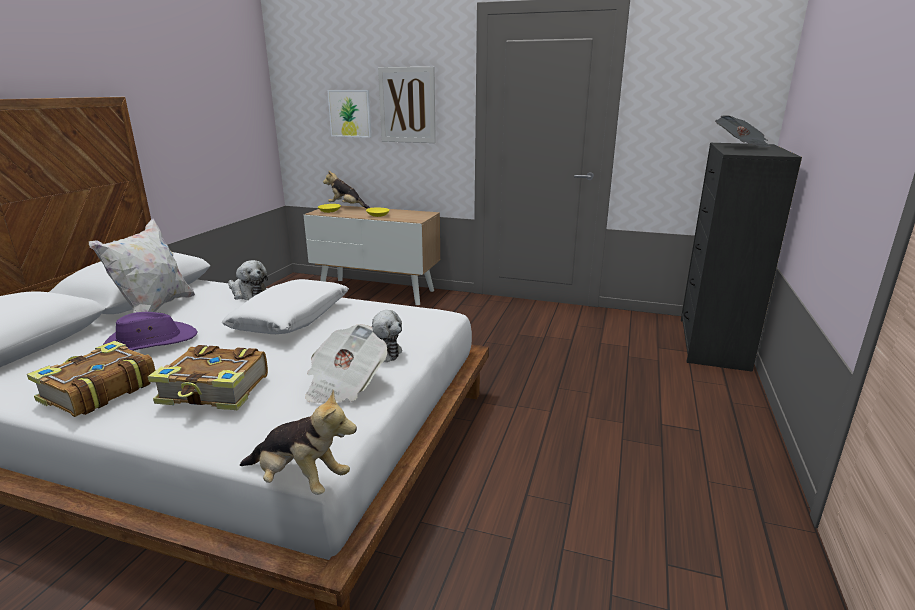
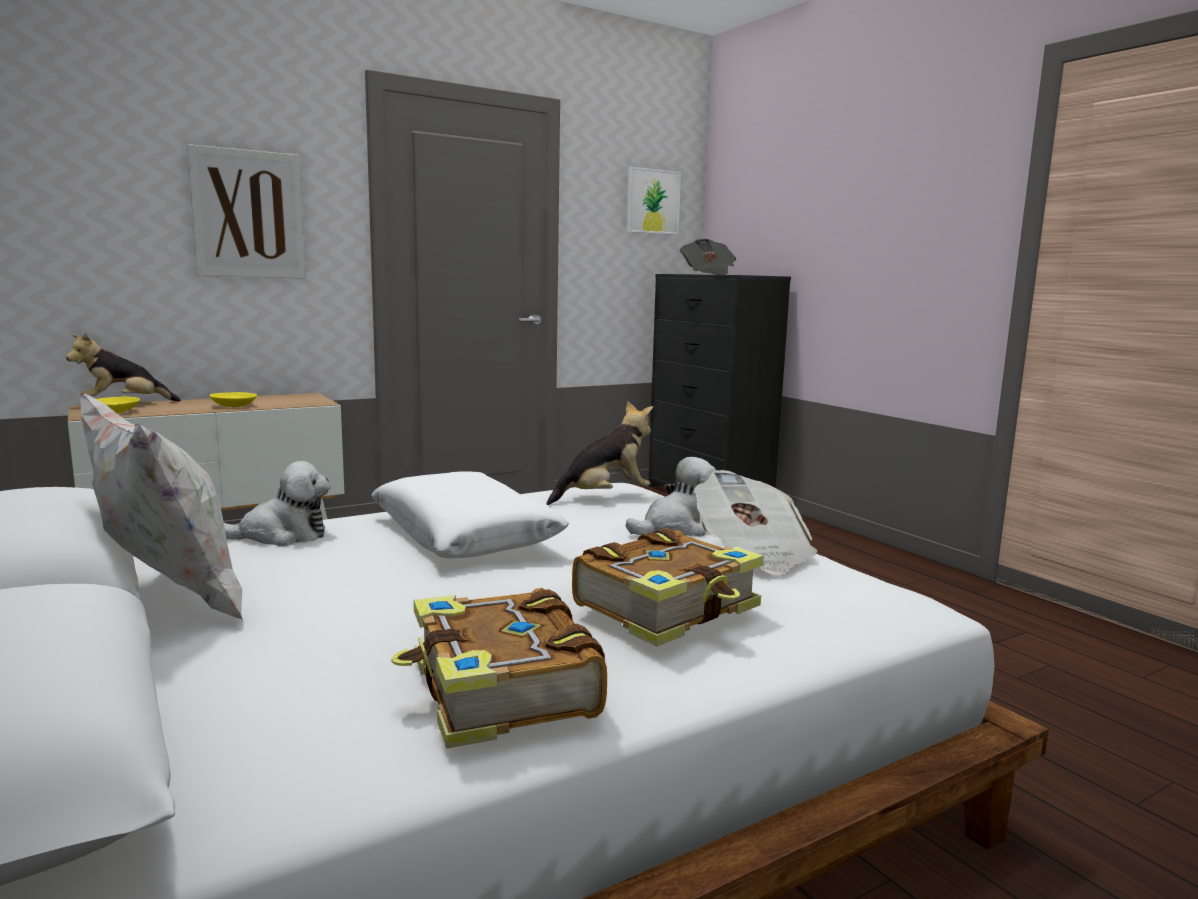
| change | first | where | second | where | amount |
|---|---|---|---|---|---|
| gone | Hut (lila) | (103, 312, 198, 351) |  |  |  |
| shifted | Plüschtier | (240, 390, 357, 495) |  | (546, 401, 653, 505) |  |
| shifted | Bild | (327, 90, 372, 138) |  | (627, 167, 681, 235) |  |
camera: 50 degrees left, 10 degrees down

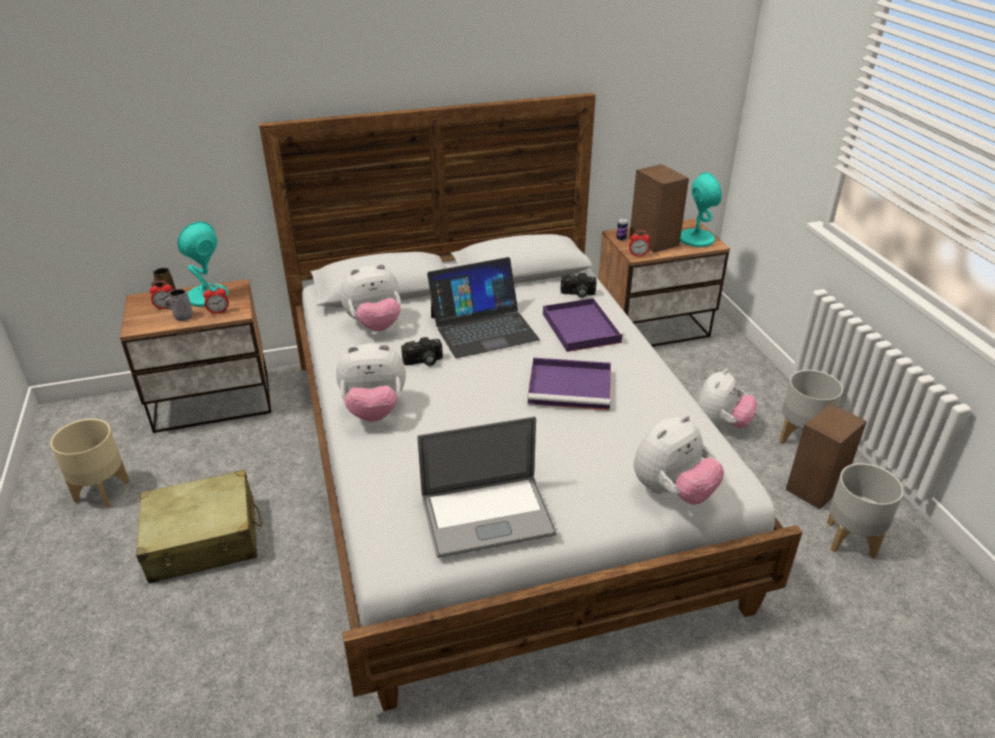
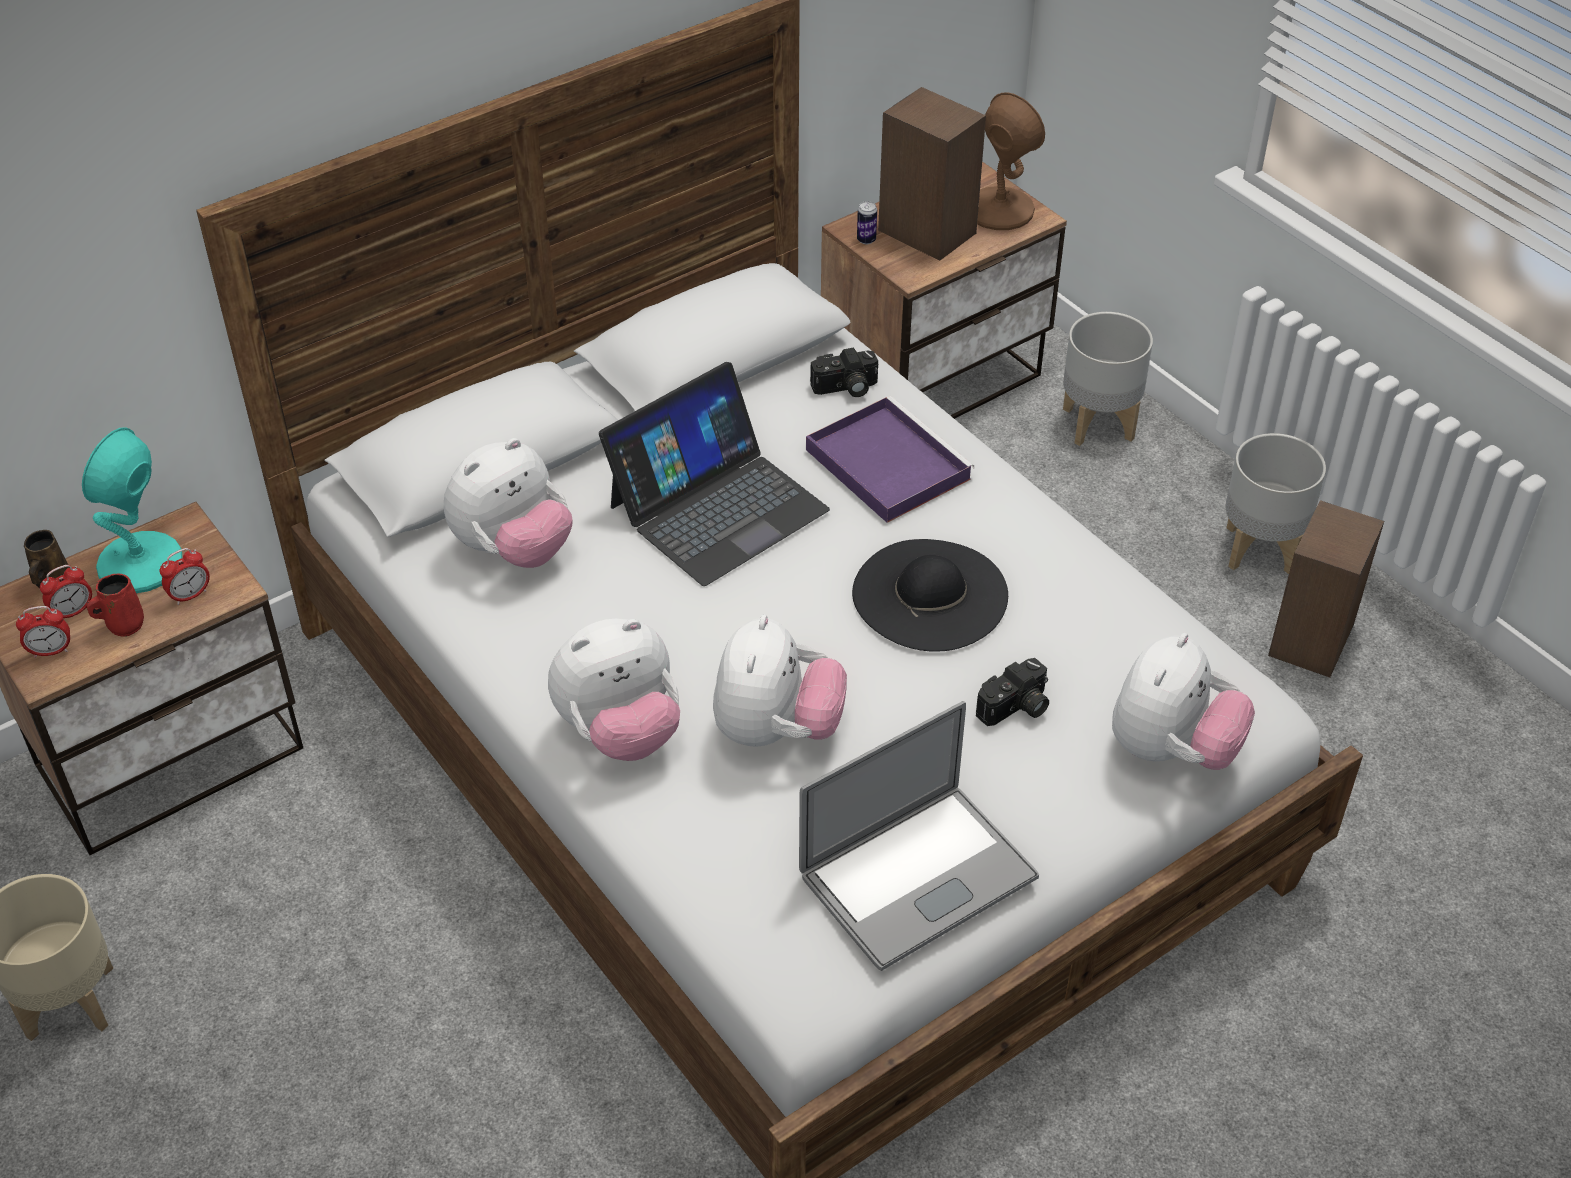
| change | first | where | second | where | amount |
|---|---|---|---|---|---|
| gone | Koffer (beige) | (136, 470, 262, 583) |  |  |  |
| repainted | Henkelbecher (grau) | (164, 289, 193, 321) | Henkelbecher (rot) | (86, 573, 144, 637) |  |
| shifted | Kamera | (401, 337, 443, 366) |  | (976, 658, 1049, 726) |  |
| swapped | Tablett (lila) | (528, 357, 611, 410) | Hut (schwarz) | (852, 539, 1008, 652) |  |
| shifted | Wecker | (629, 231, 650, 256) |  | (16, 606, 70, 658) |  |
| repainted | Tischlampe (türkis) | (680, 172, 722, 247) | Tischlampe (braun) | (977, 92, 1045, 230) |  |
| shifted | Plüschtier | (697, 369, 757, 429) |  | (713, 614, 847, 747) |  |
| shifted | Pflanzkübel (grau) | (827, 463, 904, 559) |  | (1063, 312, 1153, 446) |  |
camera: 20 degrees left, 10 degrees up

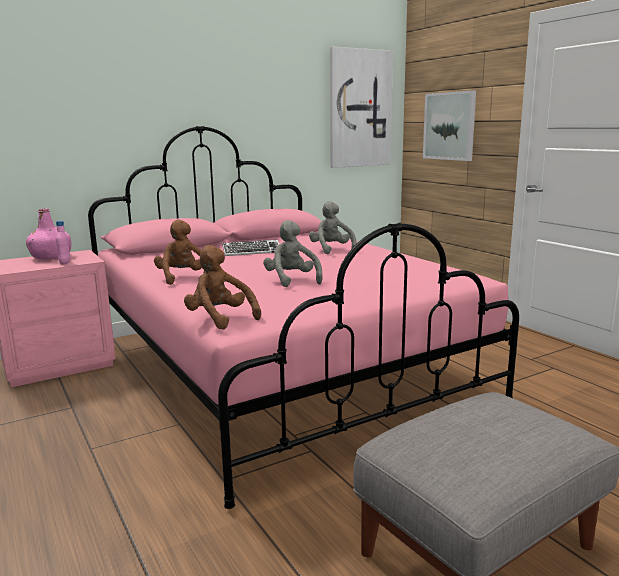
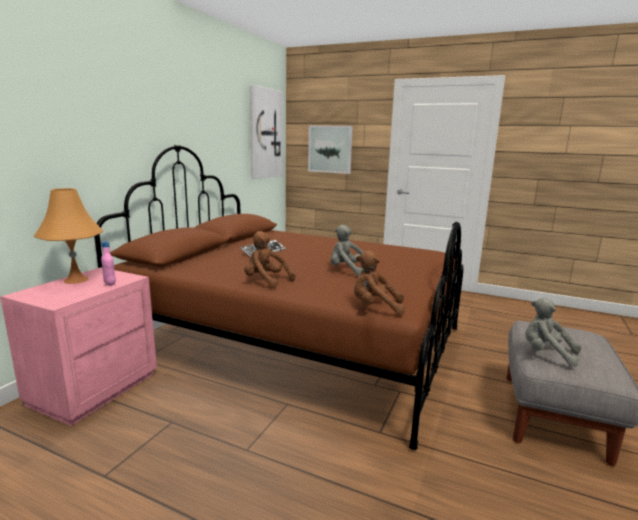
| change | first | where | second | where | amount |
|---|---|---|---|---|---|
| swapped | Flasche (rosa) | (26, 208, 72, 260) | Tischlampe (orange) | (34, 188, 103, 284) |  |
| repainted | Bett (rosa) | (88, 126, 519, 509) | Bett (braun) | (94, 145, 464, 450) |  |
| shifted | Plüschtier (grau) | (309, 201, 357, 254) |  | (525, 298, 581, 367) |  |
camera: 35 degrees left, 0 degrees up

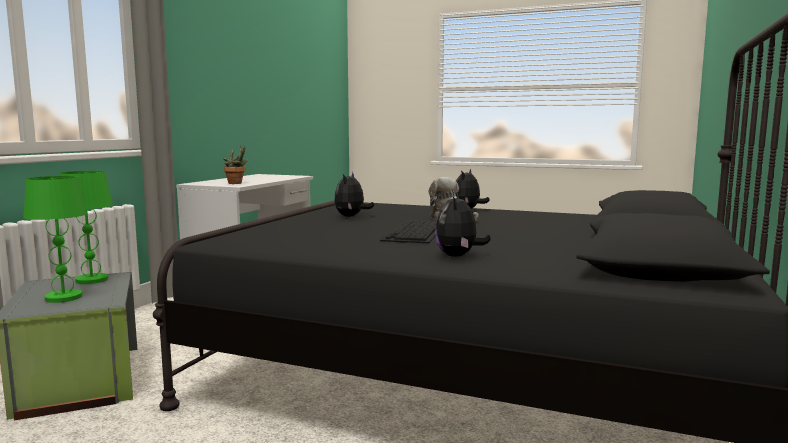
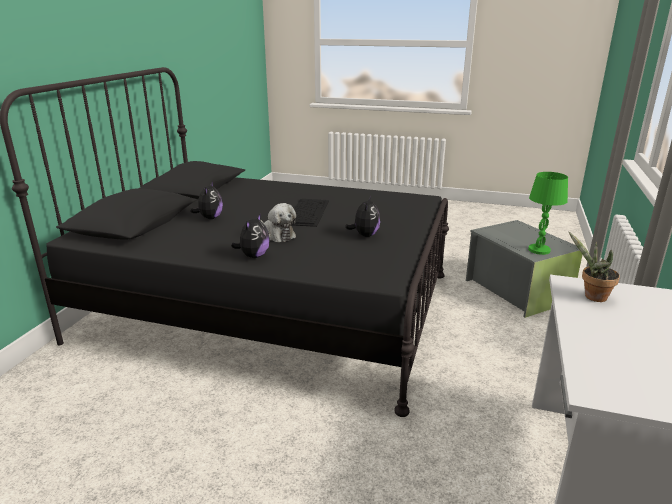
| change | first | where | second | where | amount |
|---|---|---|---|---|---|
| gone | Tischlampe (grün) | (23, 176, 87, 303) |  |  |  |
| shifted | Plüschtier | (435, 193, 491, 257) |  | (190, 181, 223, 219) |  |
camera: 175 degrees right, 15 degrees up

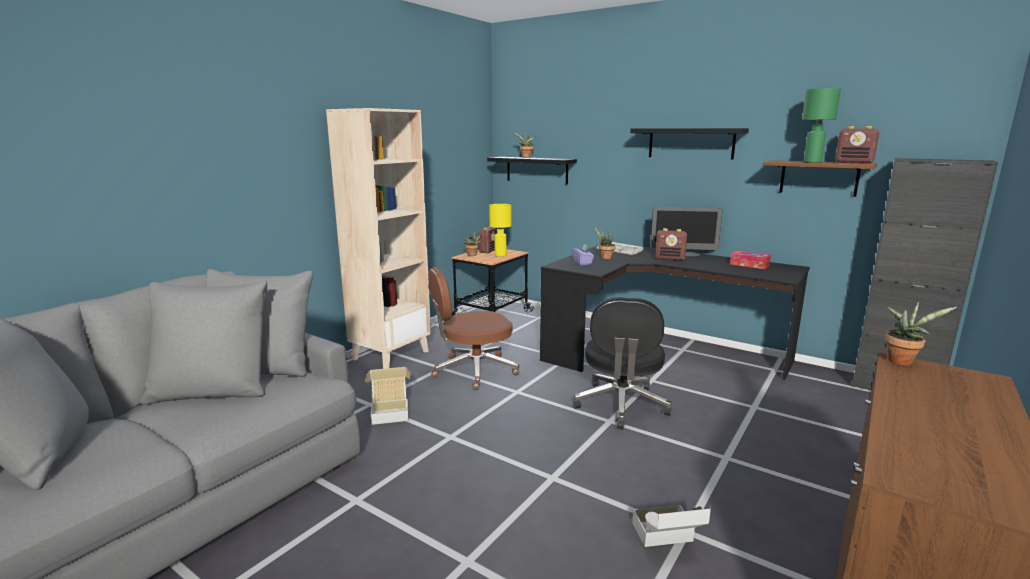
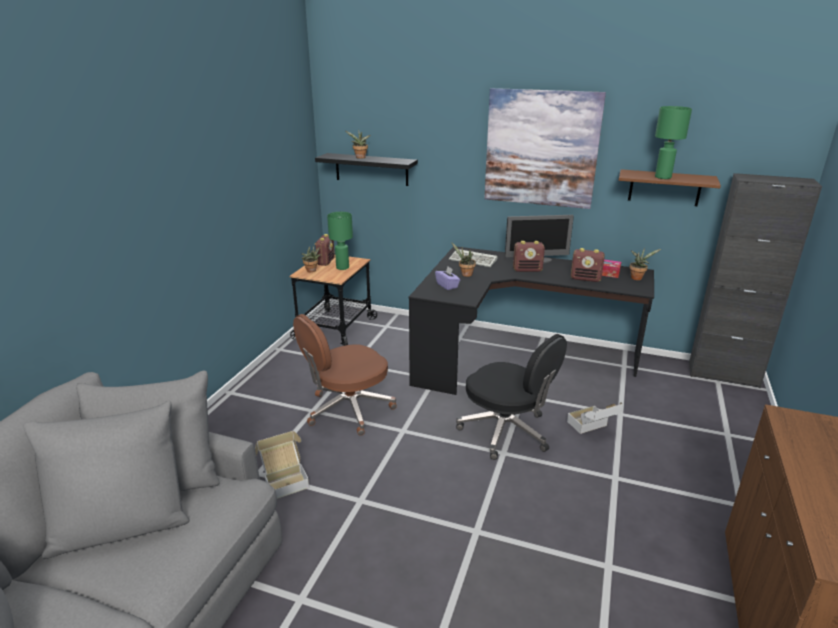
| change | first | where | second | where | amount |
|---|---|---|---|---|---|
| gone | Bücherregal (beige) | (326, 108, 431, 369) |  |  |  |
| repainted | Tischlampe (gelb) | (489, 204, 511, 257) | Tischlampe (grün) | (327, 212, 353, 270) |  |
| rotated | Bürostuhl (schwarz) | (573, 297, 672, 429) |  | (456, 334, 567, 460) | 45 degrees counterclockwise |
| swapped | Wandregal (schwarz) | (630, 128, 749, 160) | Bild | (484, 88, 606, 209) |  |
| shifted | Karton | (632, 505, 711, 547) |  | (567, 402, 623, 434) |  |
| shifted | Radio | (835, 126, 879, 164) |  | (571, 248, 605, 282) |  |
| shifted | Topfpflanze | (885, 302, 957, 365) |  | (629, 247, 661, 280) |  |
camera: 15 degrees left, 10 degrees up

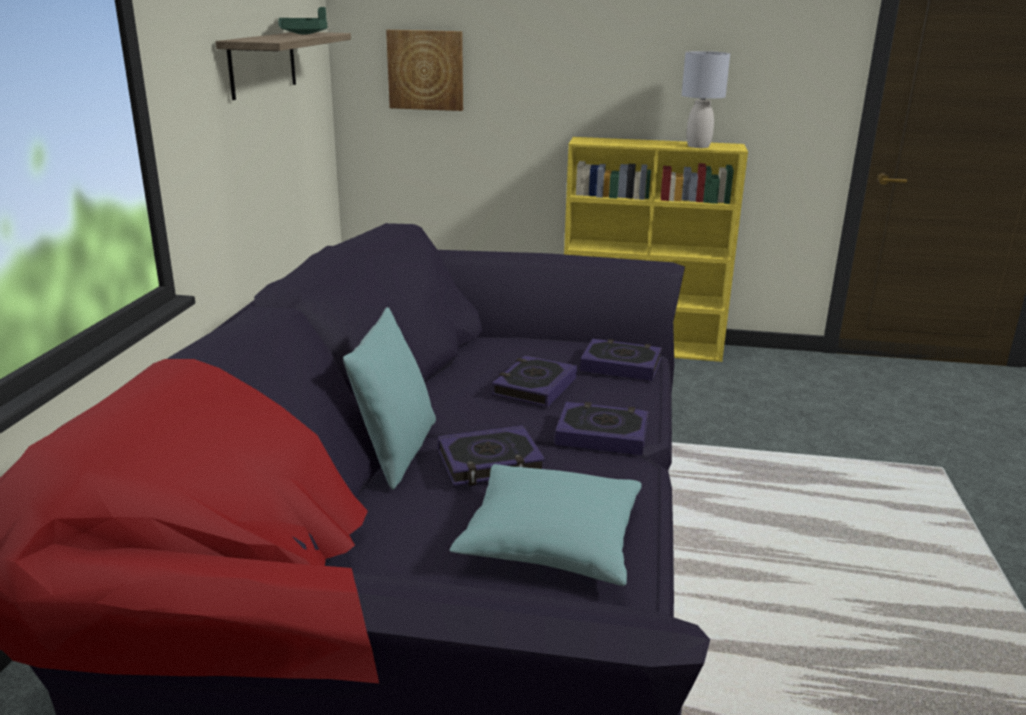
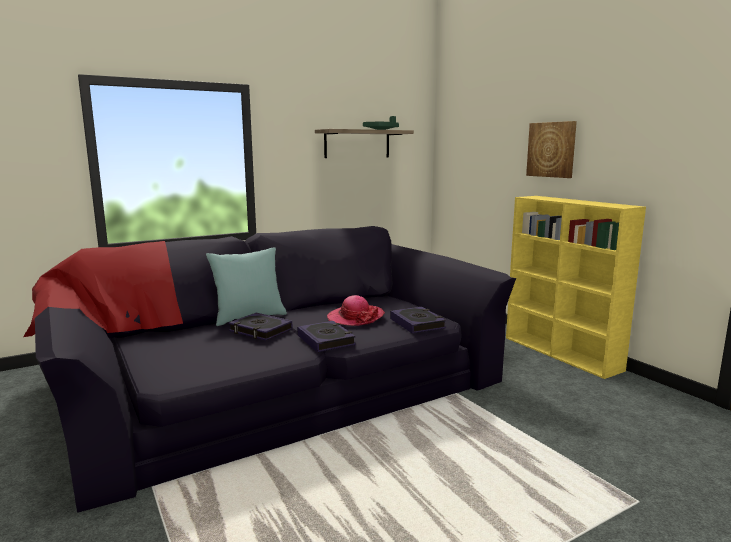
| change | first | where | second | where | amount |
|---|---|---|---|---|---|
| shifted | Bild | (386, 30, 463, 111) |  | (526, 121, 577, 178) |  |
| gone | Kissen (türkis) | (450, 464, 642, 586) |  |  |  |
| swapped | Buch | (492, 355, 577, 407) | Hut | (327, 295, 384, 326) |  |
| gone | Tischlampe (grau) | (682, 51, 730, 148) |  |  |  |
camera: 50 degrees right, 10 degrees down

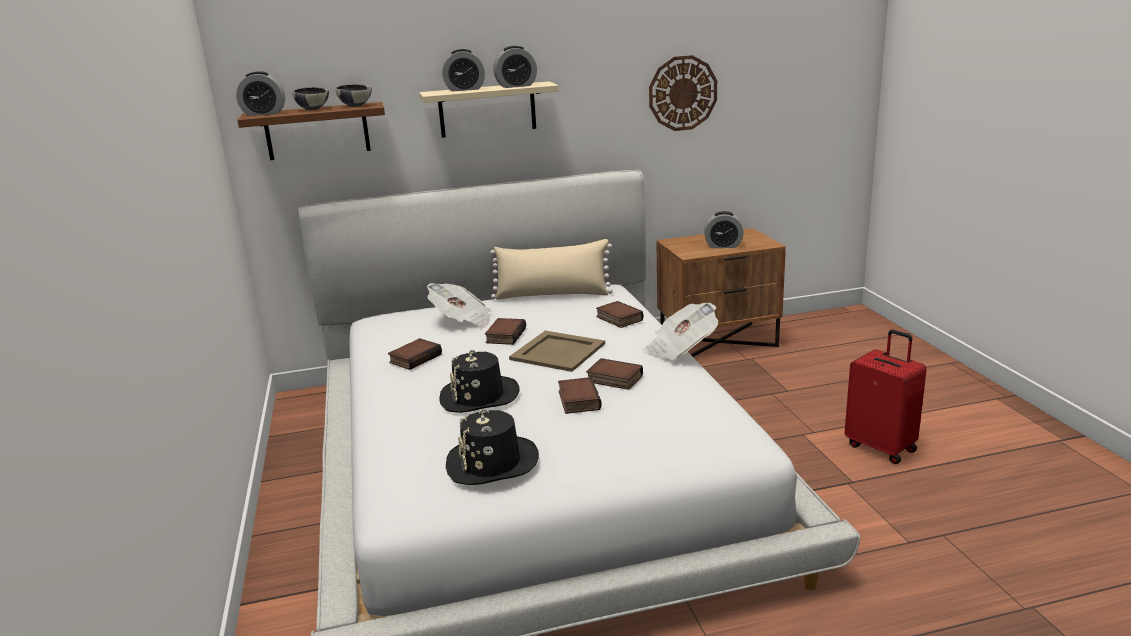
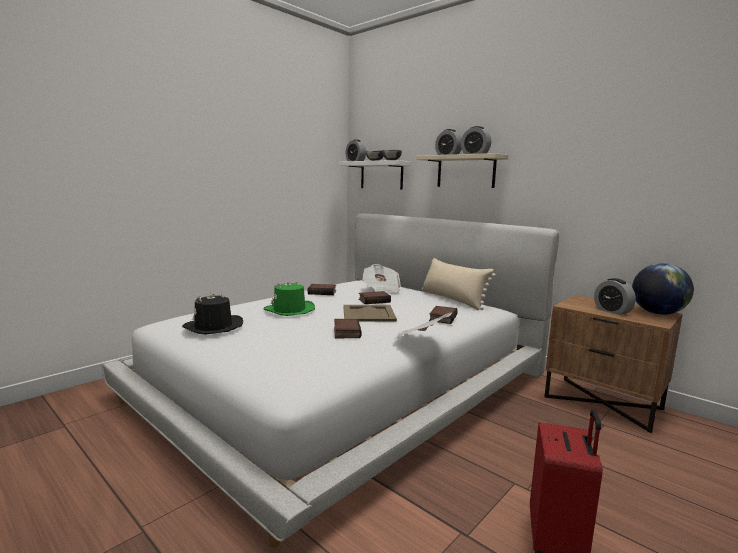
| change | first | where | second | where | amount |
|---|---|---|---|---|---|
| repainted | Wandregal (braun) | (237, 102, 385, 160) | Wandregal (weiß) | (339, 160, 412, 189) |  |
| repainted | Hut (schwarz) | (440, 350, 519, 413) | Hut (grün) | (264, 281, 315, 316) |  |
| gone | Buch | (558, 377, 602, 414) |  |  |  |
| gone | Wanduhr | (649, 55, 717, 131) |  |  |  |
| new |  |  | Globus | (632, 263, 694, 315) |  |
camera: 55 degrees right, 10 degrees down

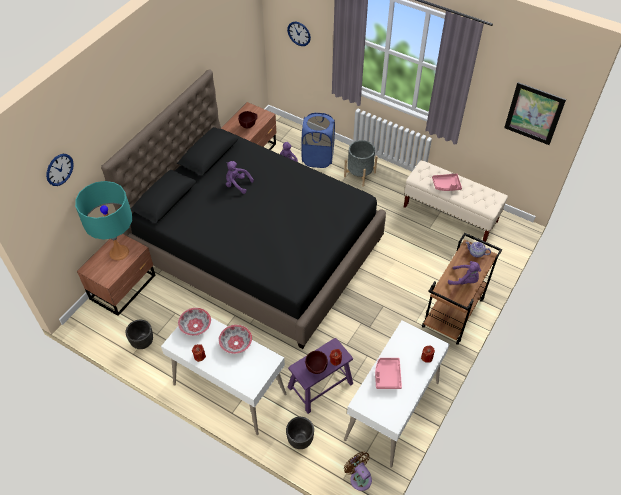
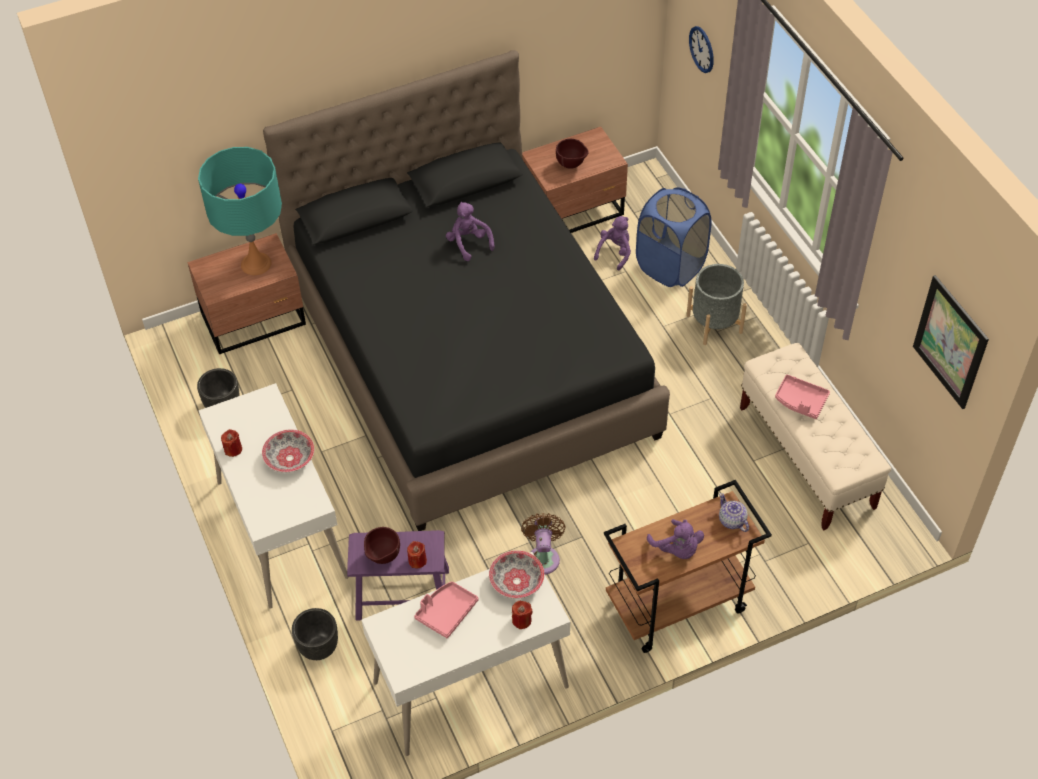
| change | first | where | second | where | amount |
|---|---|---|---|---|---|
| gone | Wanduhr | (46, 154, 74, 186) |  |  |  |
| shifted | Schüssel | (178, 308, 211, 336) |  | (489, 550, 545, 599) |  |
| shifted | Ventilator (braun) | (344, 451, 372, 491) |  | (521, 513, 566, 574) |  |
camera: 35 degrees right, 0 degrees up

